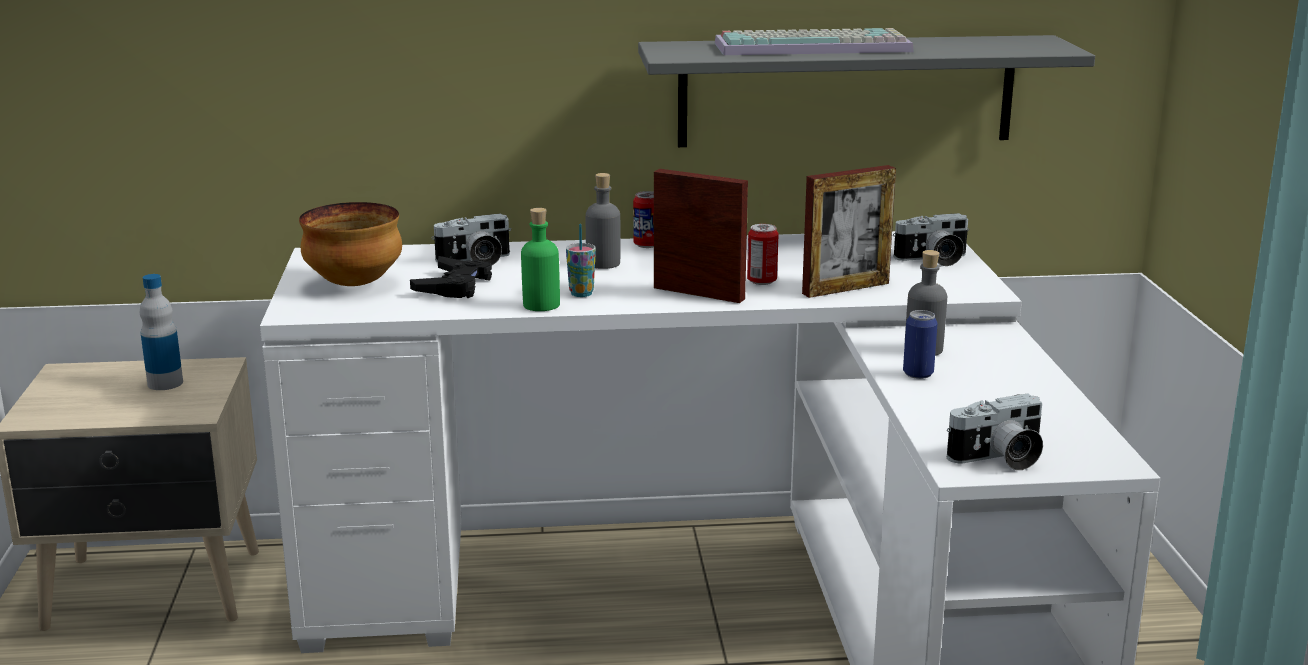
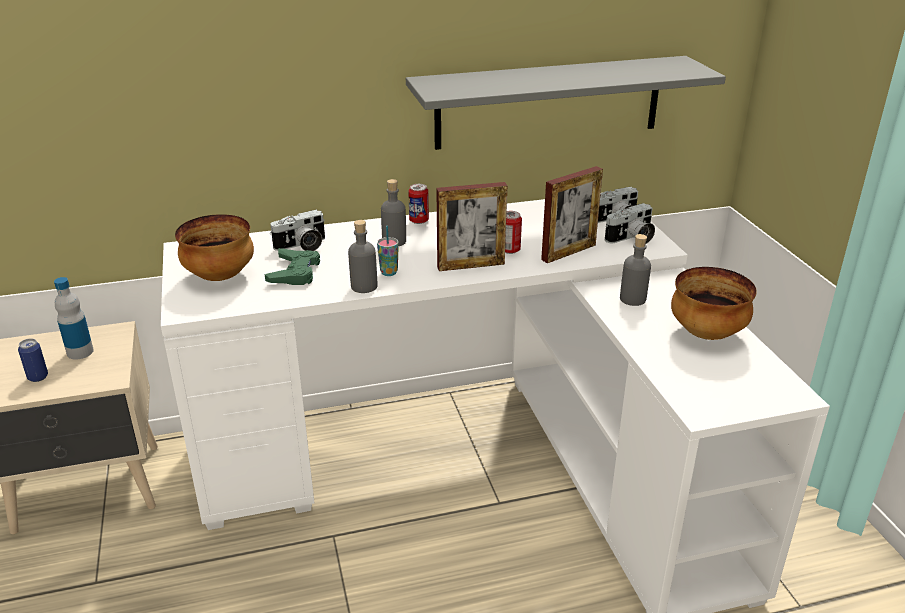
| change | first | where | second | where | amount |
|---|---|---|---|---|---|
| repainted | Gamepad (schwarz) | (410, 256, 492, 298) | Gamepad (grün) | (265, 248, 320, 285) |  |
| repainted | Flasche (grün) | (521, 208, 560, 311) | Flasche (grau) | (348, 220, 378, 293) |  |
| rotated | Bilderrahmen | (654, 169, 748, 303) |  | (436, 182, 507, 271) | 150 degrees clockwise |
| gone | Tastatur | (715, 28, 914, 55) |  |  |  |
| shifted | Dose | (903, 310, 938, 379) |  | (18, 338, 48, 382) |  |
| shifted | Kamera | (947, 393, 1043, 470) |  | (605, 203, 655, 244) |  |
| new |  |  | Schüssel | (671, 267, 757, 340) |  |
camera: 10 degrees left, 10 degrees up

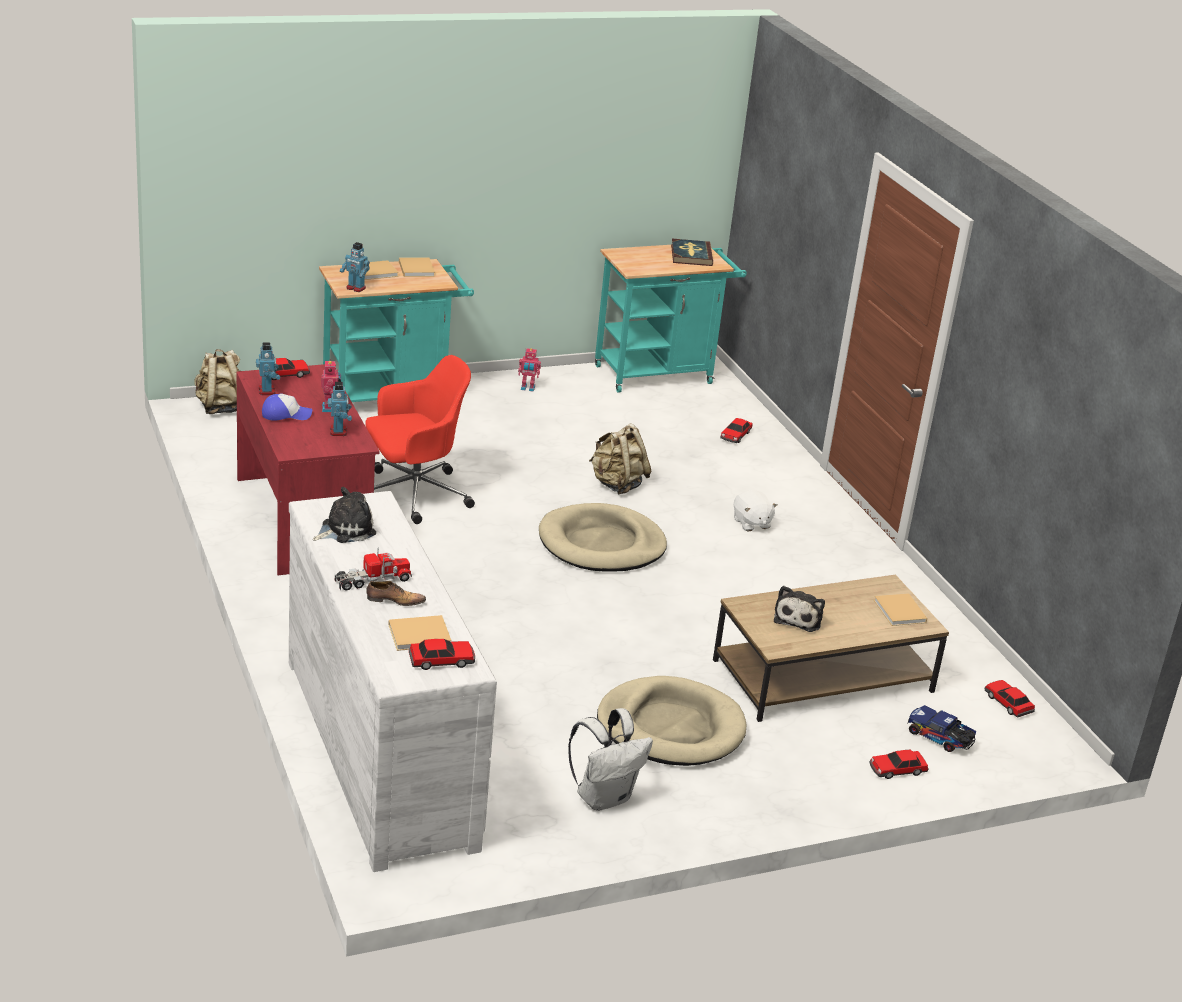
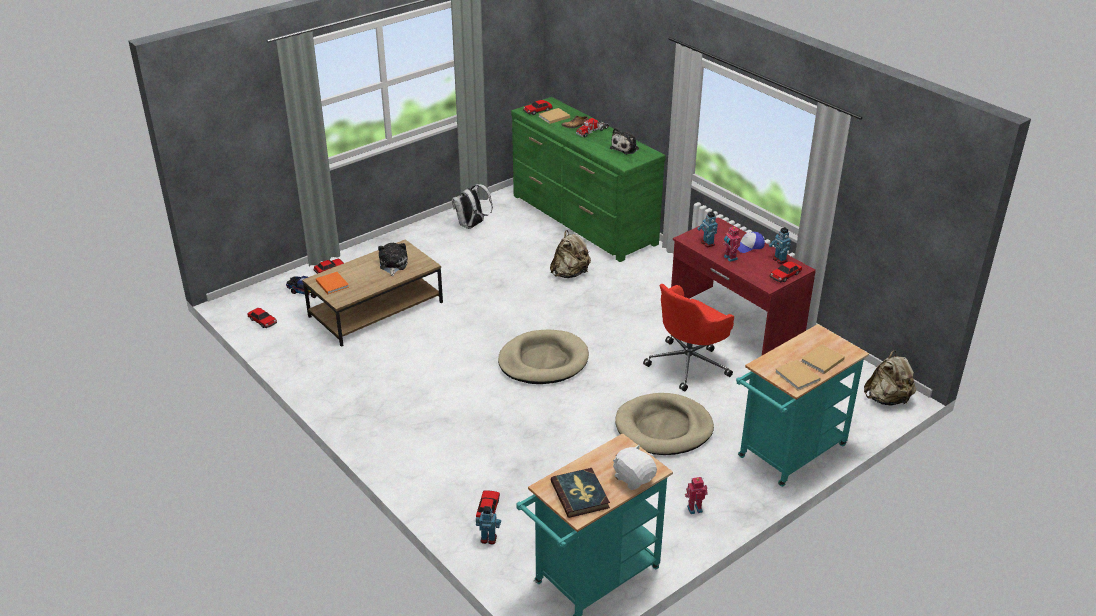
| change | first | where | second | where | amount |
|---|---|---|---|---|---|
| repainted | Kommode (weiß) | (289, 491, 497, 872) | Kommode (grün) | (511, 97, 666, 262) |  |
| shifted | Spielzeugroboter | (340, 242, 370, 292) |  | (476, 506, 501, 545) |  |
| shifted | Rucksack (beige) | (589, 423, 652, 494) |  | (550, 230, 591, 278) |  |
| shifted | Hundebett (beige) | (597, 676, 746, 766) |  | (615, 393, 714, 455) |  |
| shifted | Plüschtier (weiß) | (734, 490, 778, 531) |  | (613, 445, 657, 490) |  |
| repainted | Buch (beige) | (874, 593, 927, 626) | Buch (orange) | (316, 272, 349, 294) |  |
camera: 165 degrees right, 5 degrees up

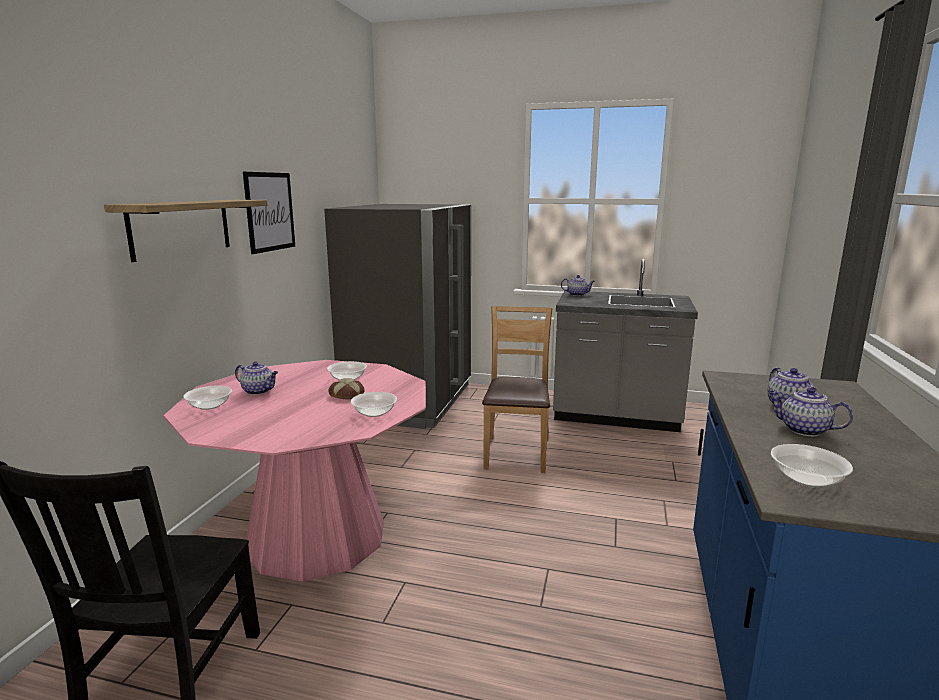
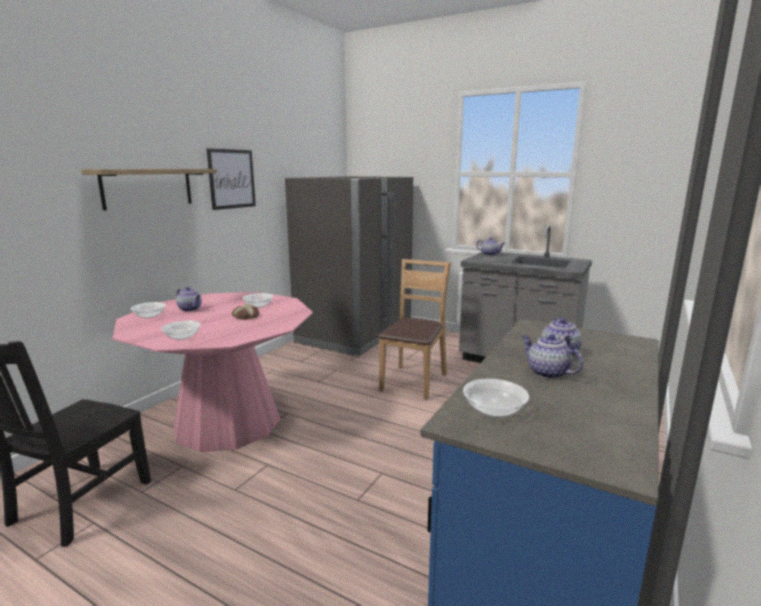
| change | first | where | second | where | amount |
|---|---|---|---|---|---|
| shifted | Schüssel | (351, 392, 397, 417) |  | (161, 321, 201, 340) |  |
camera: 15 degrees right, 0 degrees up

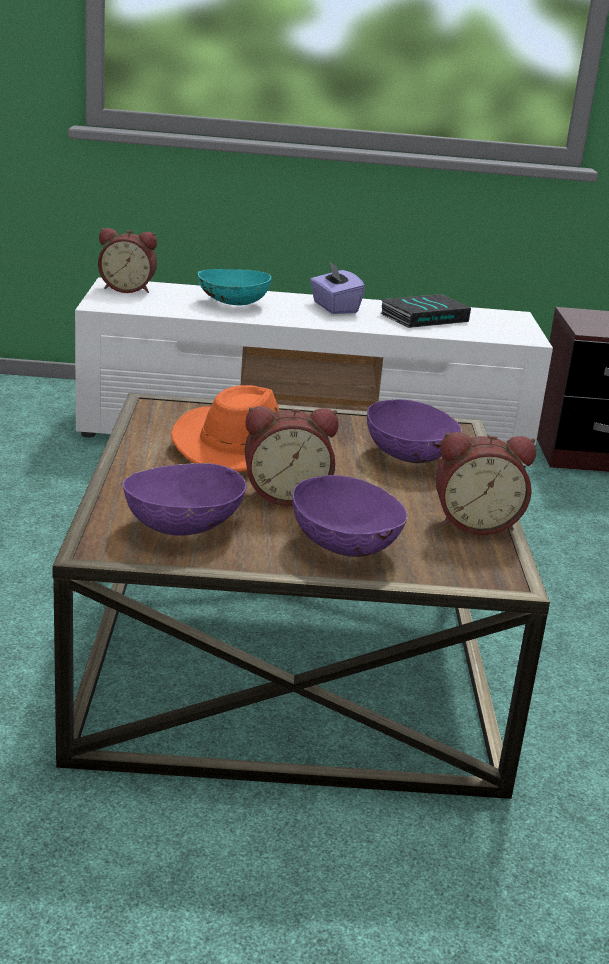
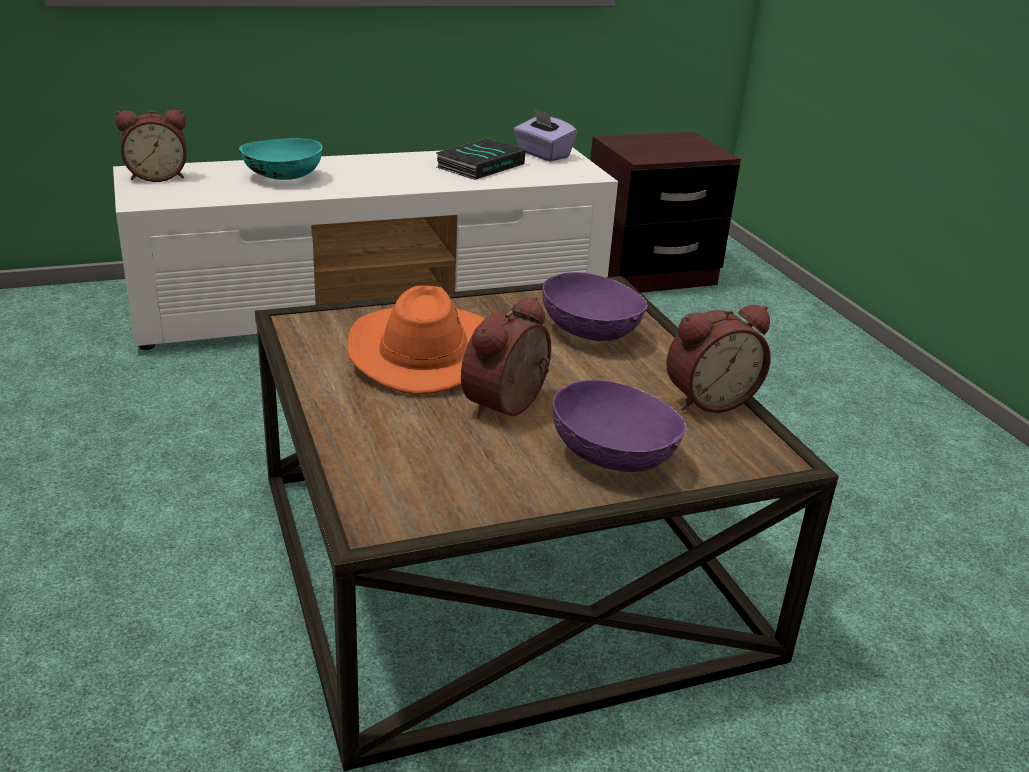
| change | first | where | second | where | amount |
|---|---|---|---|---|---|
| gone | Schüssel (lila) | (123, 463, 246, 536) |  |  |  |
| rotated | Wecker | (244, 406, 339, 506) |  | (461, 296, 551, 419) | 150 degrees clockwise |
| shifted | Taschentuchbox (lila) | (310, 261, 365, 314) |  | (514, 109, 577, 162) |  |
camera: 20 degrees left, 5 degrees up

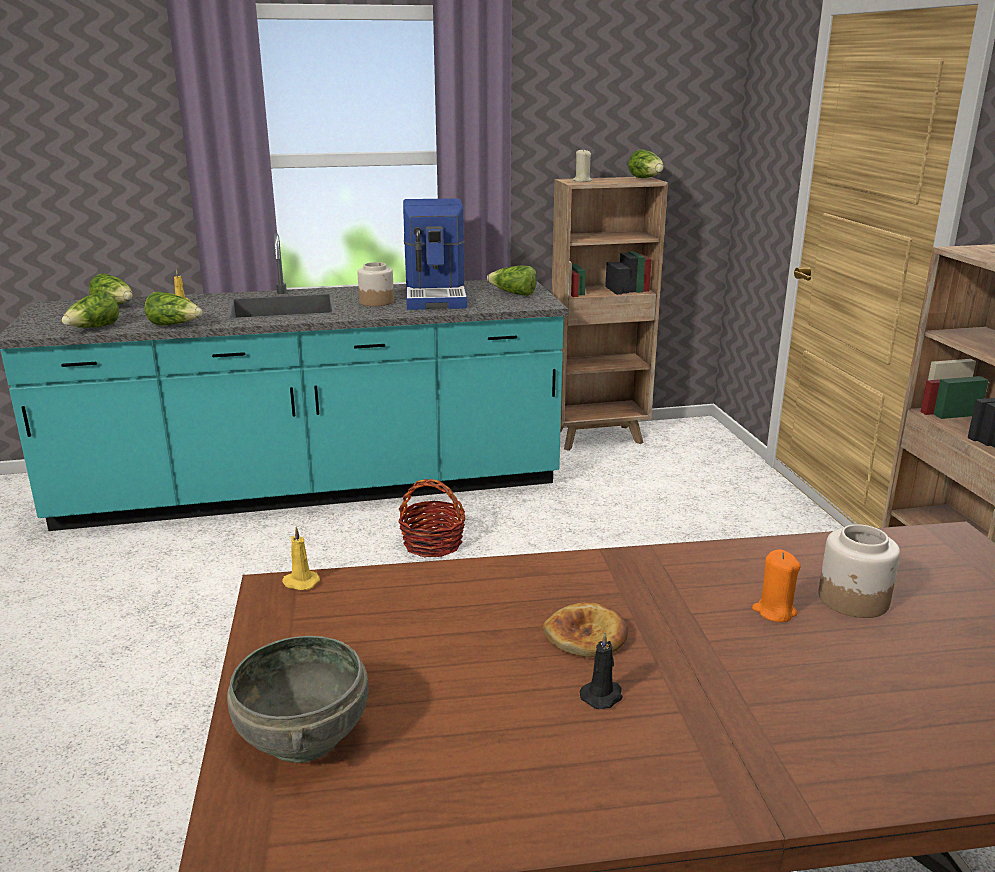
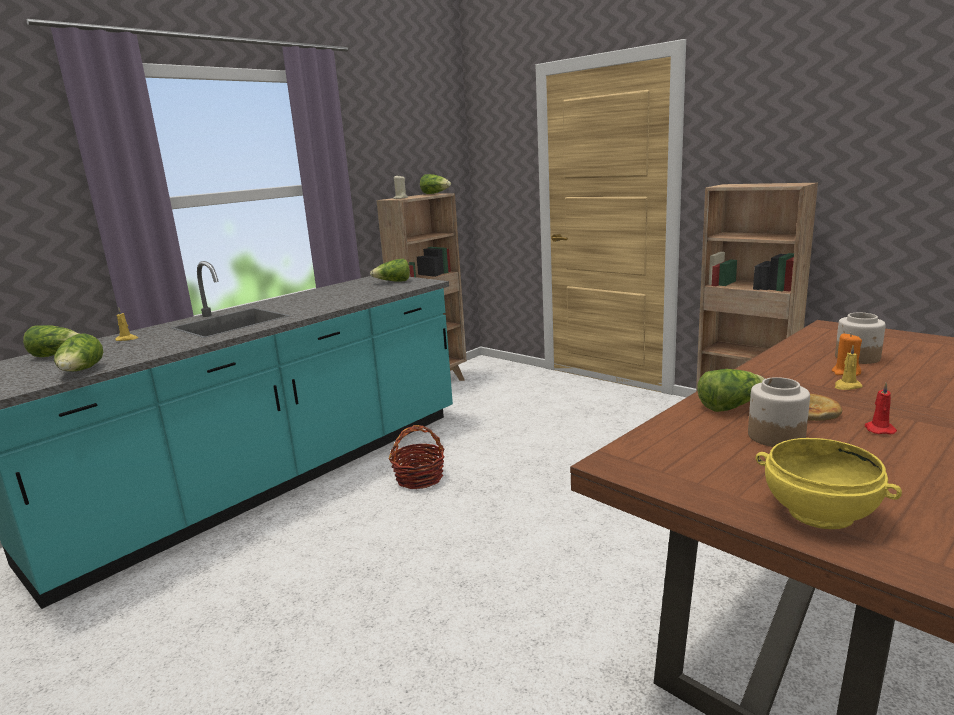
| change | first | where | second | where | amount |
|---|---|---|---|---|---|
| shifted | Salatkopf | (144, 291, 202, 326) |  | (697, 369, 765, 412) |  |
| repainted | Schüssel (grau) | (227, 636, 369, 763) | Schüssel (gelb) | (756, 438, 902, 529) |  |
| shifted | Kerze (gelb) | (282, 527, 320, 590) |  | (835, 346, 863, 390) |  |
| shifted | Vorratsglas | (357, 262, 394, 306) |  | (748, 377, 810, 447) |  |
| gone | Kaffeemaschine | (403, 198, 467, 310) |  |  |  |
| repainted | Kerze (schwarz) | (580, 632, 623, 709) | Kerze (rot) | (865, 382, 897, 435) |  |
camera: 35 degrees left, 5 degrees down

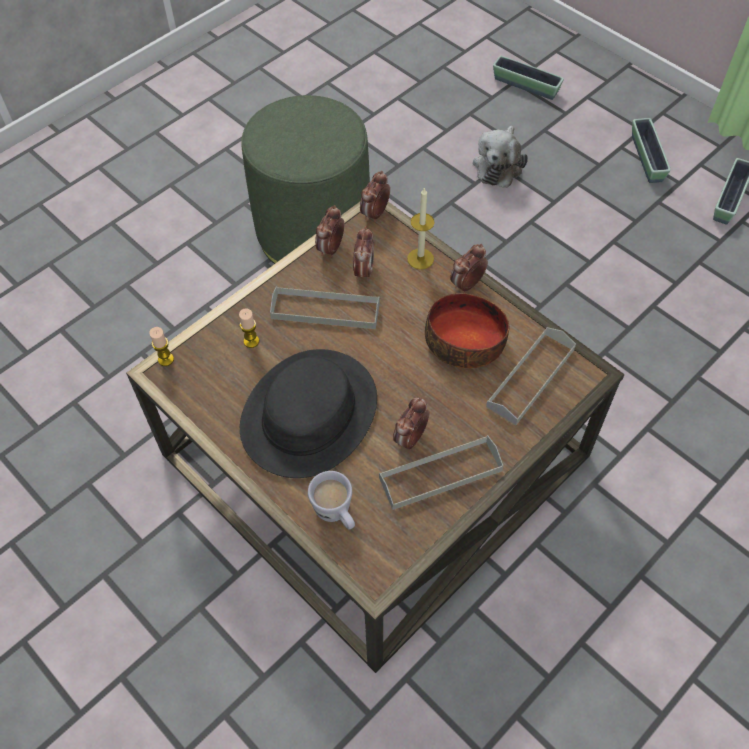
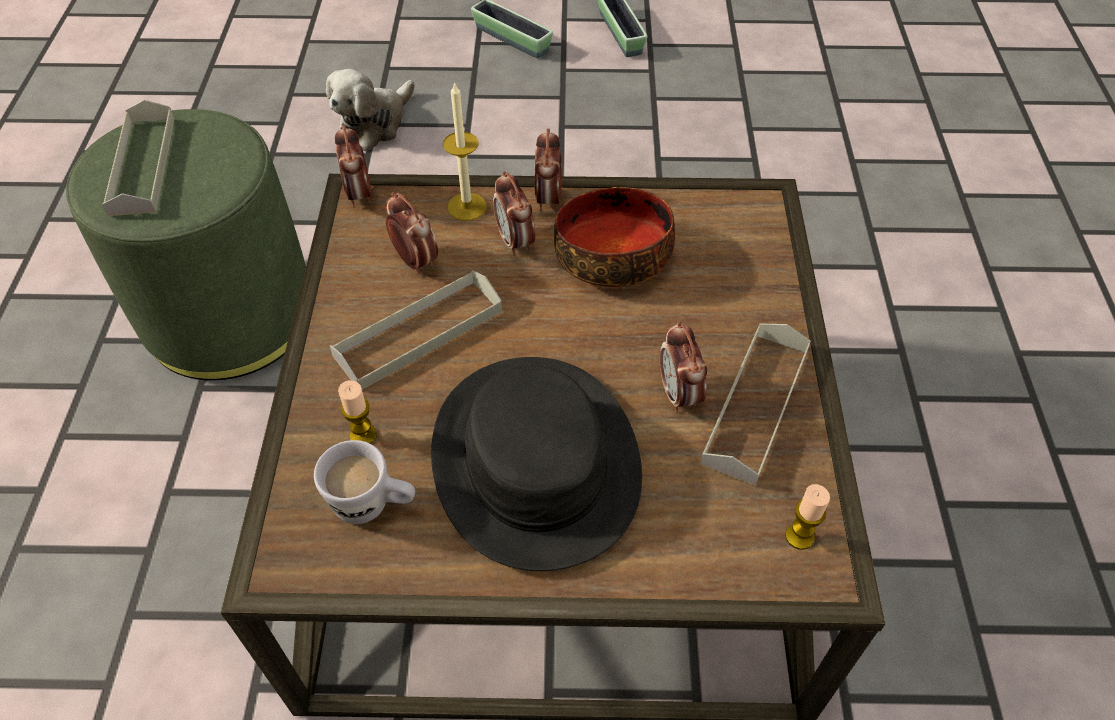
| change | first | where | second | where | amount |
|---|---|---|---|---|---|
| shifted | Kerze | (149, 327, 174, 366) |  | (785, 484, 830, 550) |  |
| shifted | Henkelbecher (weiß) | (308, 471, 355, 529) |  | (314, 440, 415, 524) |  |
| shifted | Wecker | (315, 205, 344, 257) |  | (493, 171, 535, 256) |  |
| rotated | Plüschtier | (473, 125, 528, 188) |  | (326, 69, 415, 151) | 60 degrees clockwise |
| shifted | Tablett (grau) | (486, 327, 576, 426) |  | (102, 100, 174, 216) |  |
| gone | Pflanzkübel | (493, 56, 564, 100) |  |  |  |
camera: 45 degrees left, 5 degrees down

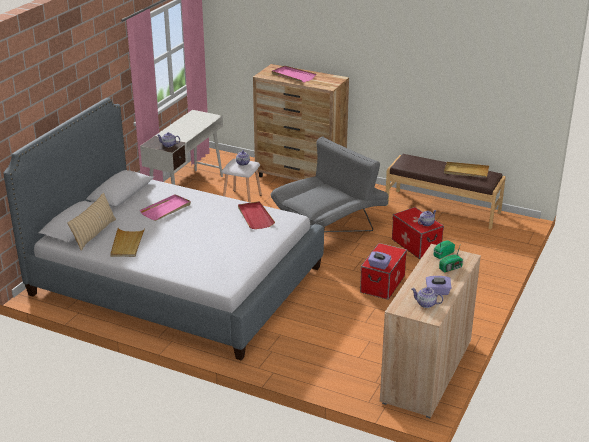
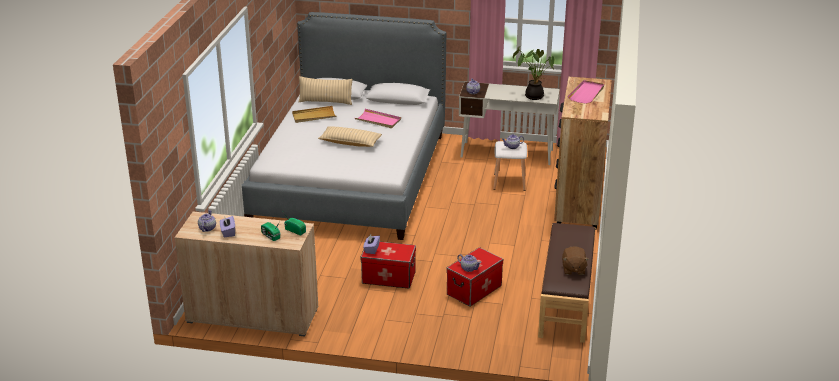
| change | first | where | second | where | amount |
|---|---|---|---|---|---|
| gone | Tablett (rot) | (238, 201, 275, 229) |  |  |  |
| gone | Sessel (grau) | (271, 137, 389, 232) |  |  |  |
| swapped | Tablett (beige) | (444, 162, 489, 177) | Plüschtier (braun) | (562, 246, 589, 275) |  |
| new |  |  | Kissen (beige) | (318, 126, 382, 147) |  |
| new |  |  | Topfpflanze | (513, 47, 554, 100) |  |
camera: 75 degrees right, 0 degrees up

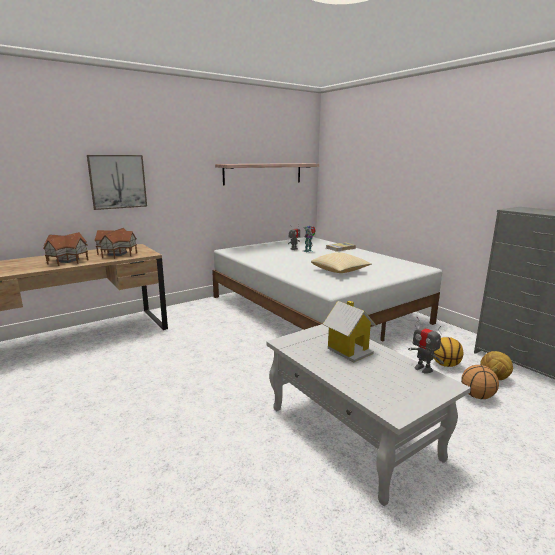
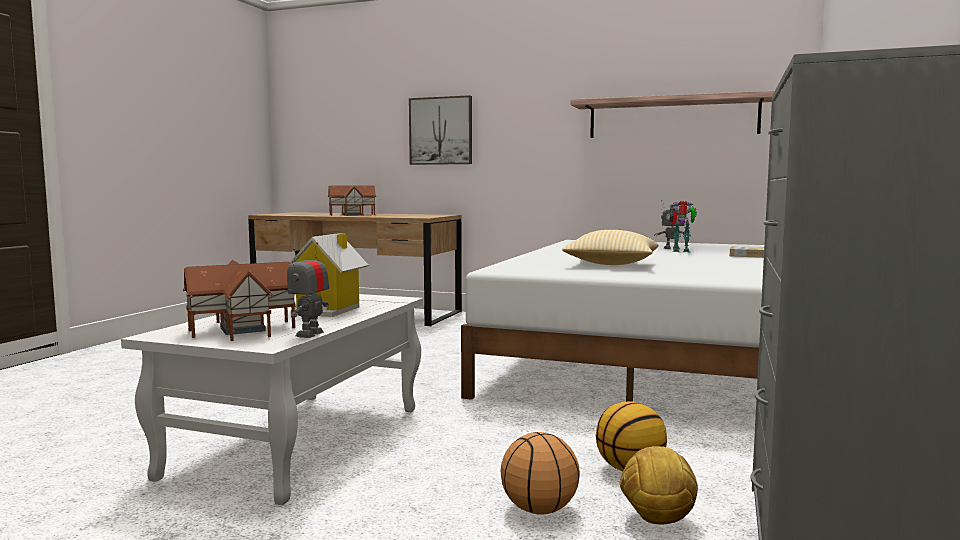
| change | first | where | second | where | amount |
|---|---|---|---|---|---|
| shifted | Spielzeughaus | (94, 228, 137, 259) |  | (183, 260, 296, 341) |  |
camera: 55 degrees right, 10 degrees down

